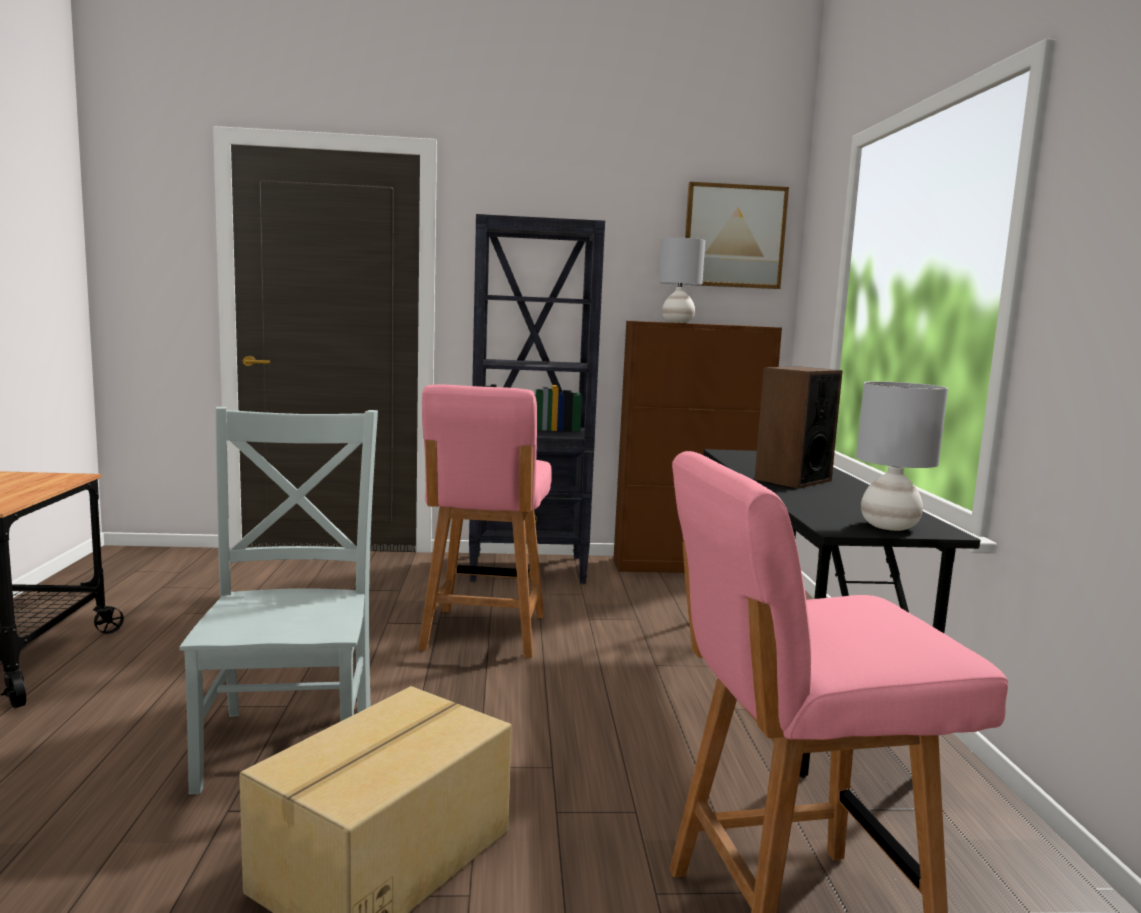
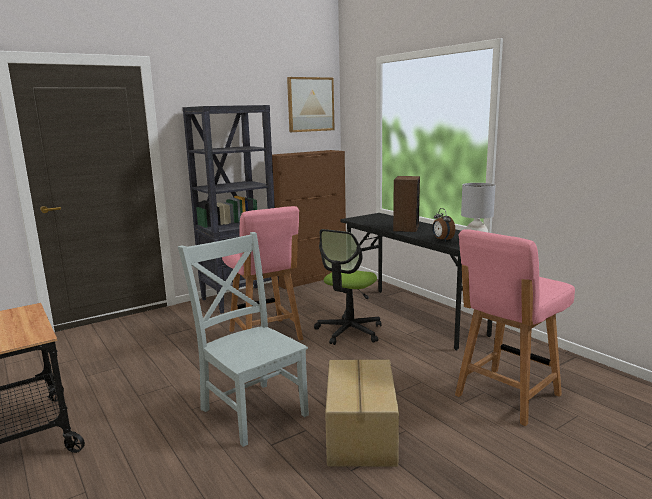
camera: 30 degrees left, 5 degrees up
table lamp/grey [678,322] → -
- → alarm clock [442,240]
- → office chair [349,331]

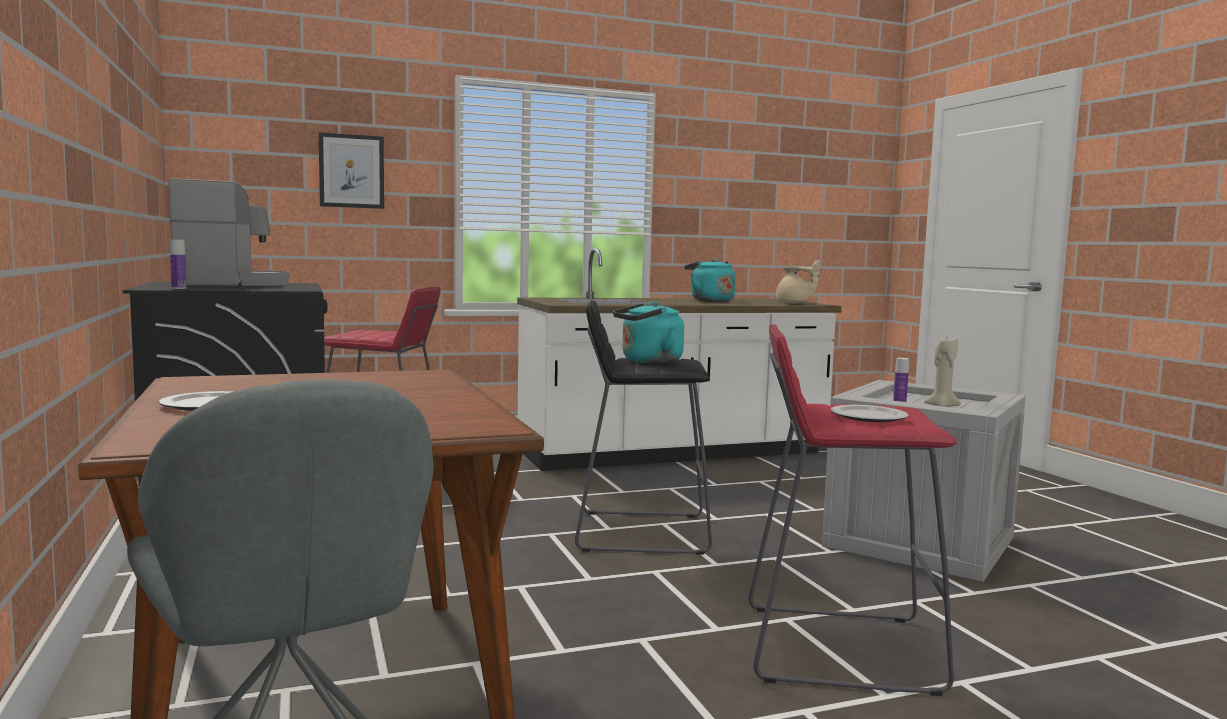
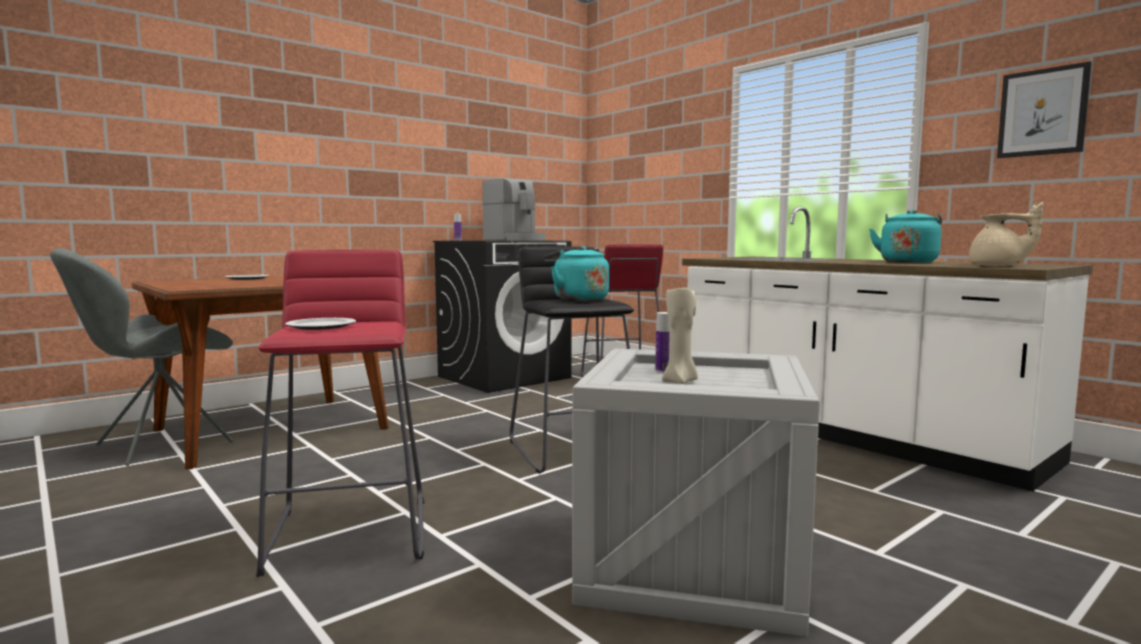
camera: 70 degrees right, 0 degrees up
picture [351,171] → picture [1042,112], shifted
teapot/beige [794,303] → teapot/beige [998,266], 60 degrees counterclockwise

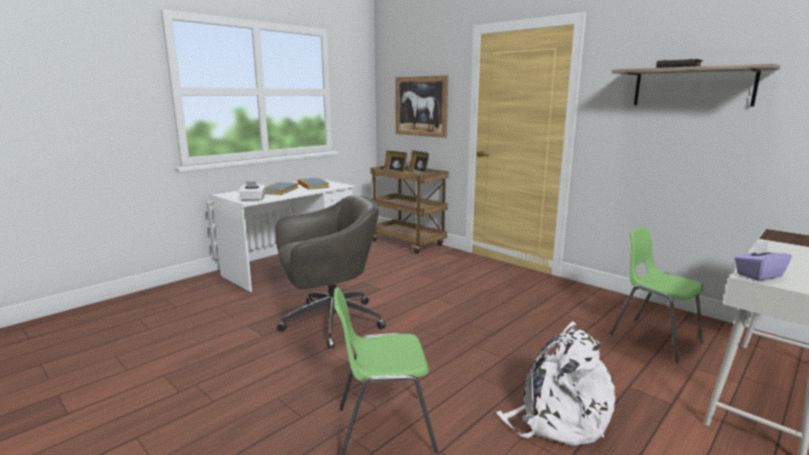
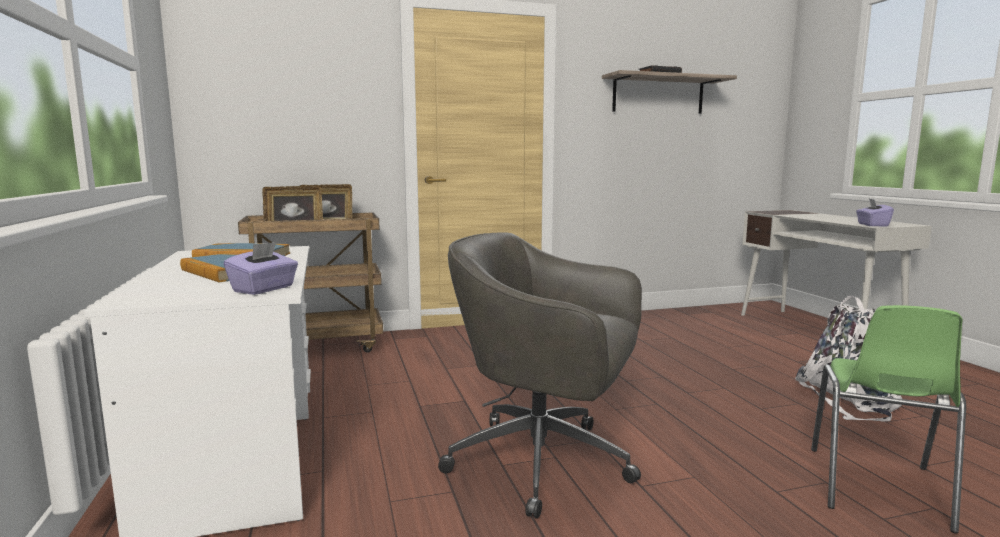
camera: 60 degrees left, 5 degrees down
picture [421,106] → -
tissue box/white [253,199] → tissue box/purple [264,289]
office chair/grey [329,322] → office chair/grey [545,462], 75 degrees counterclockwise
chair/green [654,338] → -

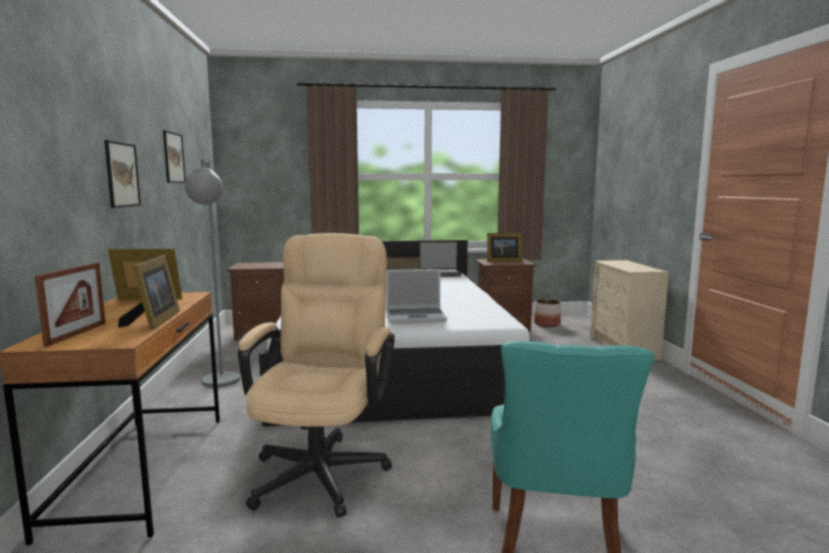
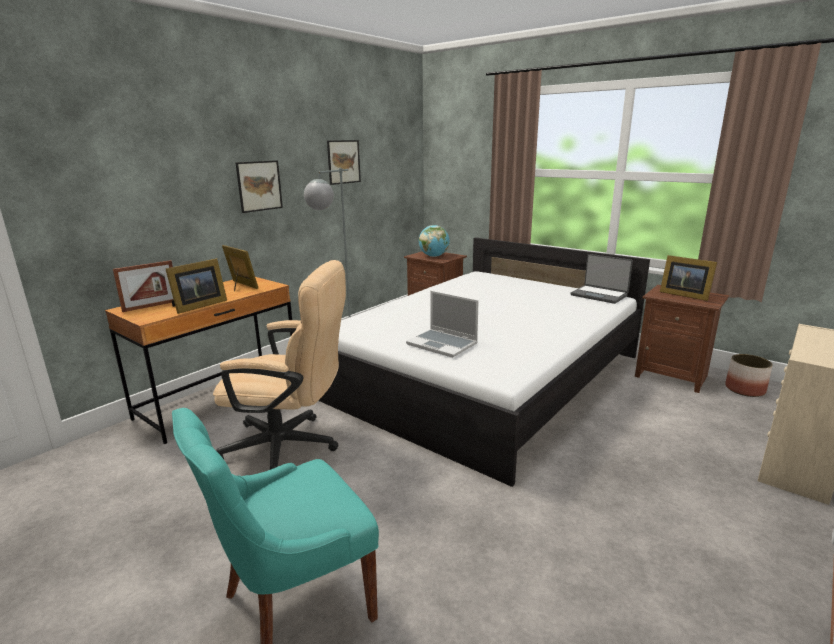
camera: 45 degrees right, 10 degrees up
office chair/beige [323,467] → office chair/beige [290,447], 45 degrees clockwise
- → globe [434,256]

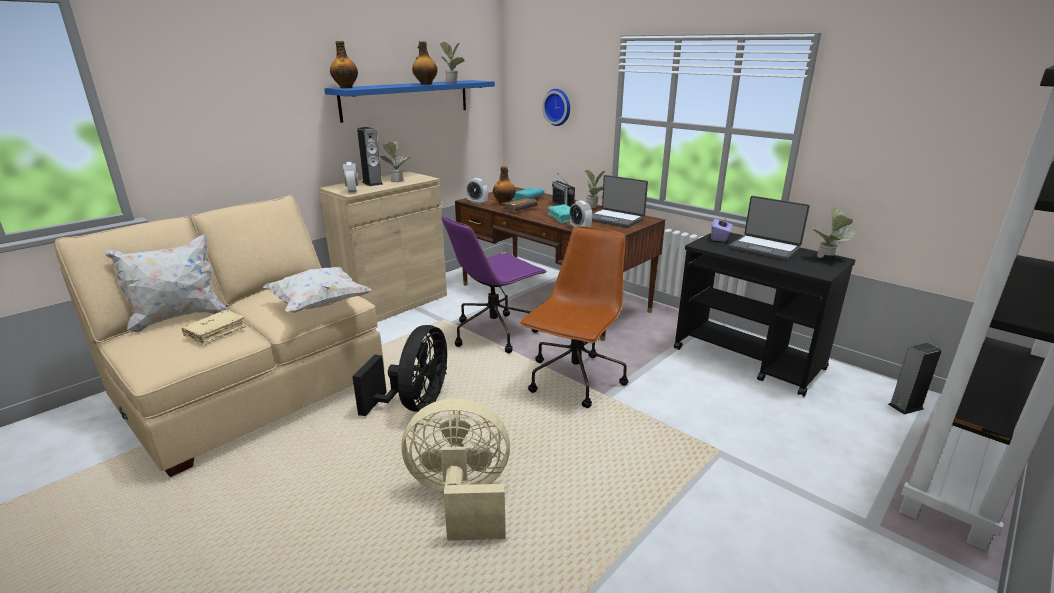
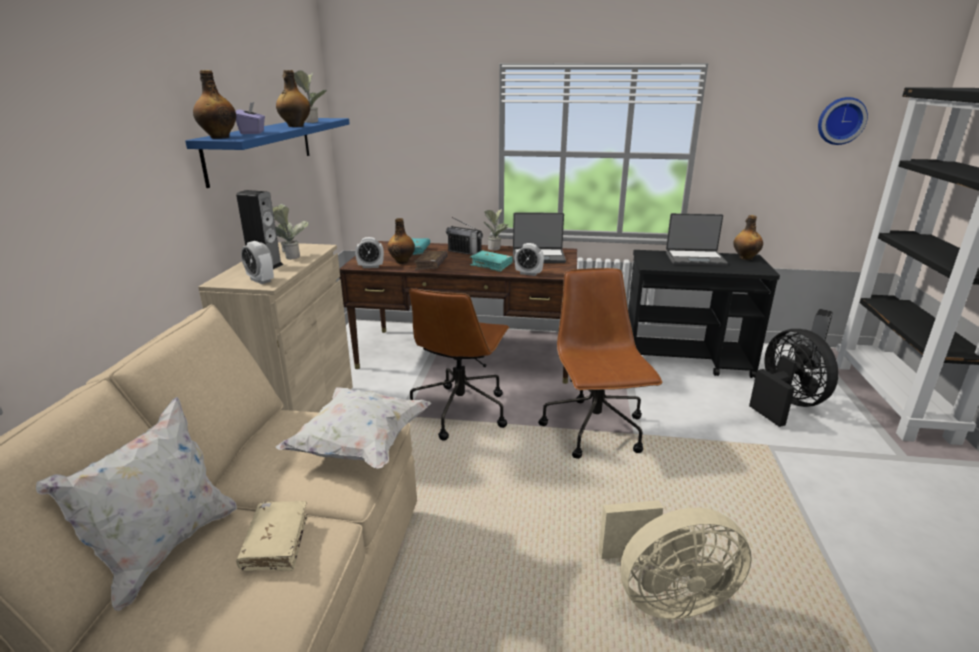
camera: 35 degrees left, 0 degrees up
wall clock [558,107] → wall clock [840,121], shifted
potted plant [827,259] → bottle [745,258]
office chair/purple [495,332] → office chair/brown [460,410]
tissue box/purple [720,238] → tissue box/purple [253,133], shifted
fan/black [415,404] → fan/black [785,404], shifted
fan/beige [461,499] → fan/beige [665,597], 150 degrees counterclockwise

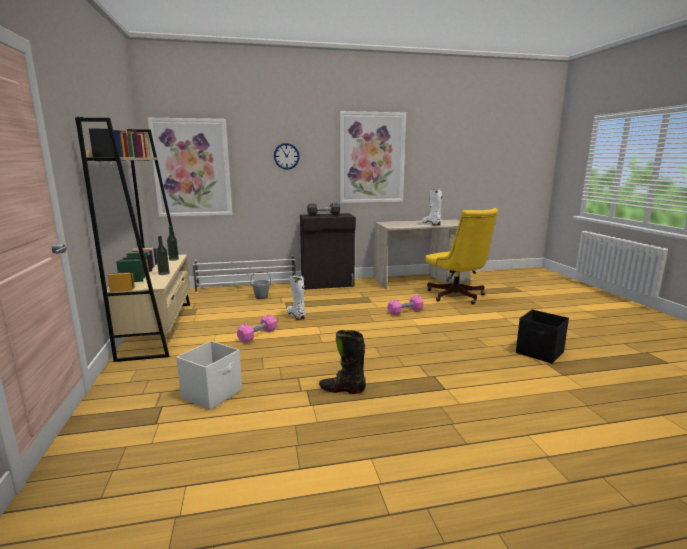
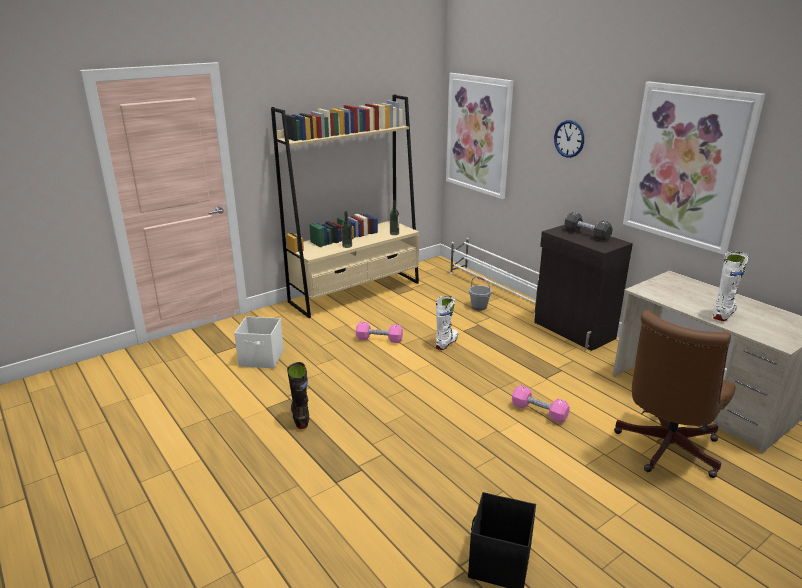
camera: 65 degrees right, 10 degrees up
office chair/yellow [457,297] → office chair/brown [664,450]

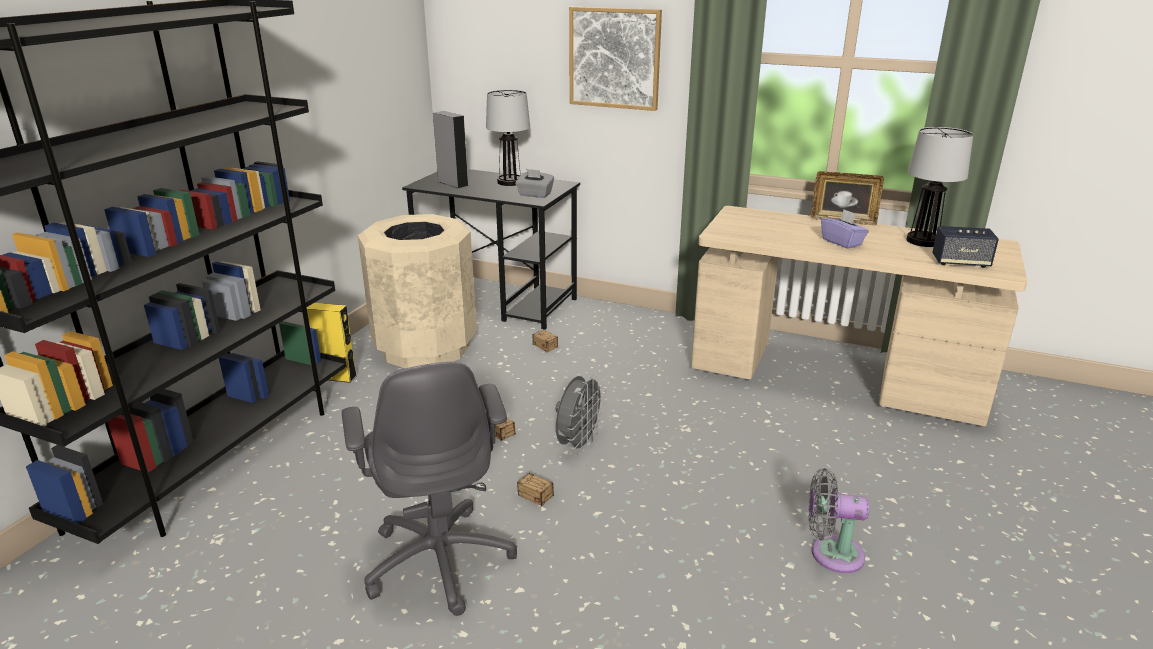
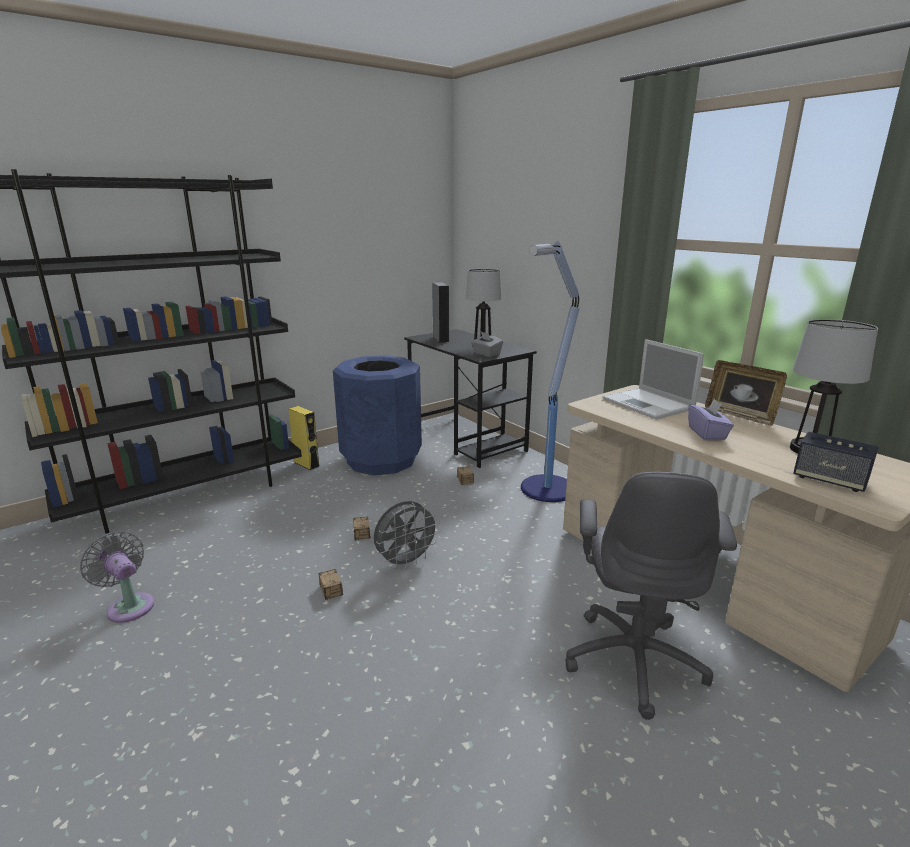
camera: 30 degrees right, 5 degrees down
picture [614,58] → -
trash can/beige [425,348] → trash can/blue [381,460]
office chair/grey [440,559] → office chair/grey [635,659], shifted
fan/grey [831,553] → fan/grey [129,605], shifted
- → floor lamp [547,489]
- → laptop [649,404]

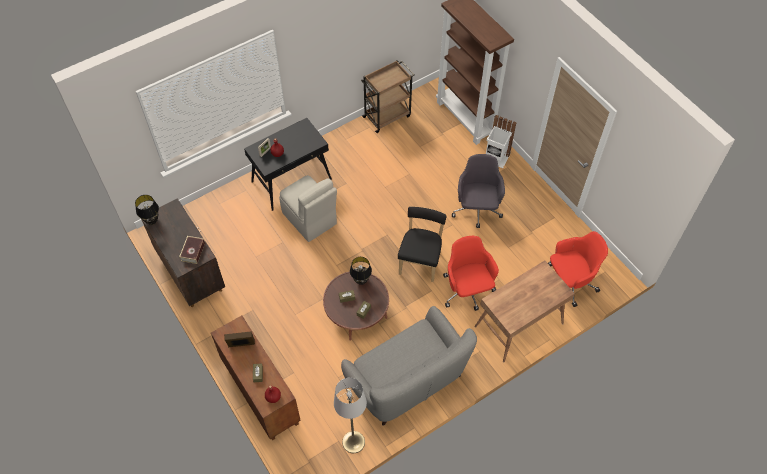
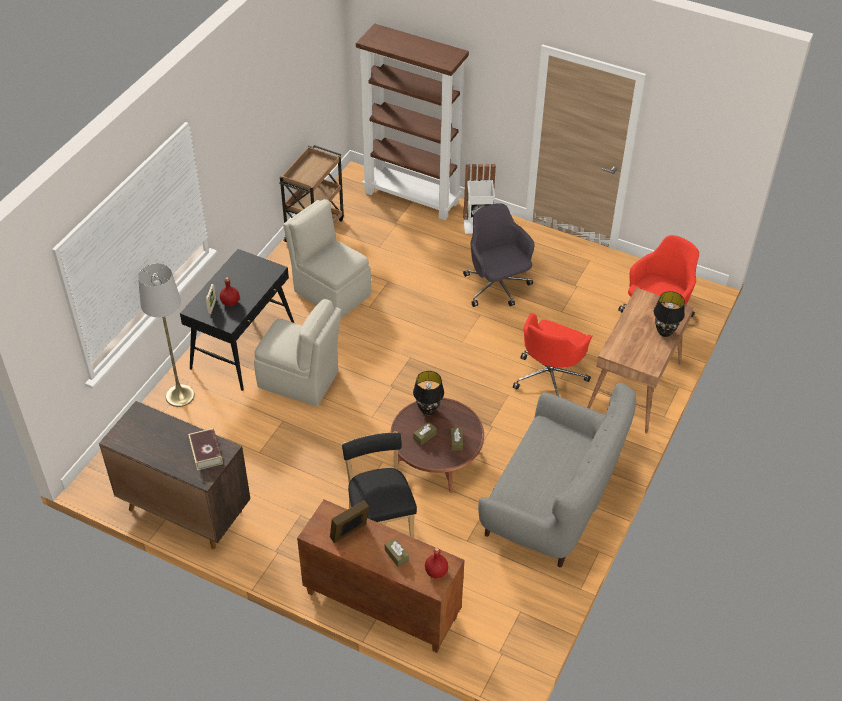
camera: 30 degrees left, 10 degrees down
table lamp/black [151,221] → table lamp/black [664,332], shifted
chair/black [420,261] → chair/black [380,521], shifted
office chair/red [467,291] → office chair/red [550,377], 105 degrees counterclockwise
floor lamp/grey [353,442] → floor lamp/grey [180,396], shifted
- → chair/beige [331,292]

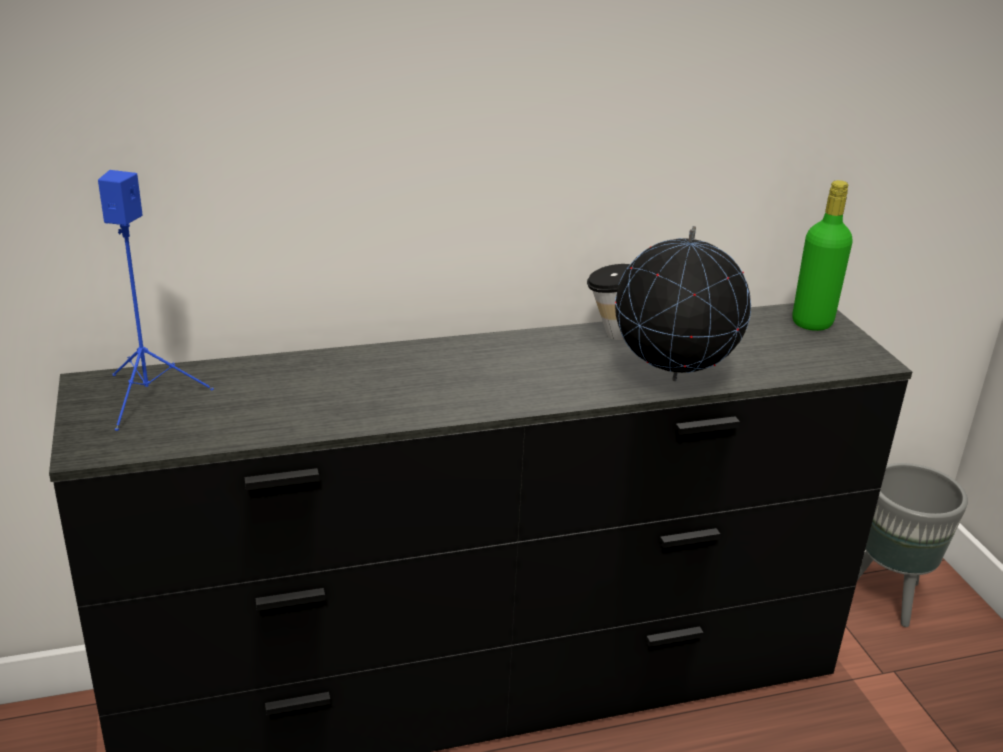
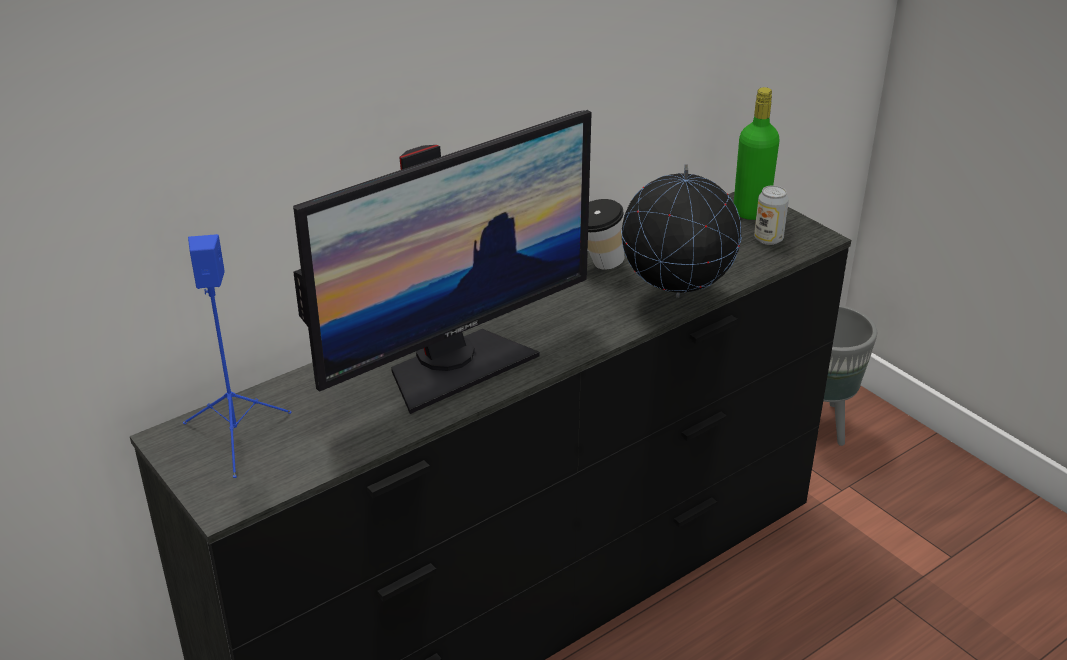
camera: 20 degrees left, 5 degrees up
- → monitor [453,365]
- → can [768,239]

